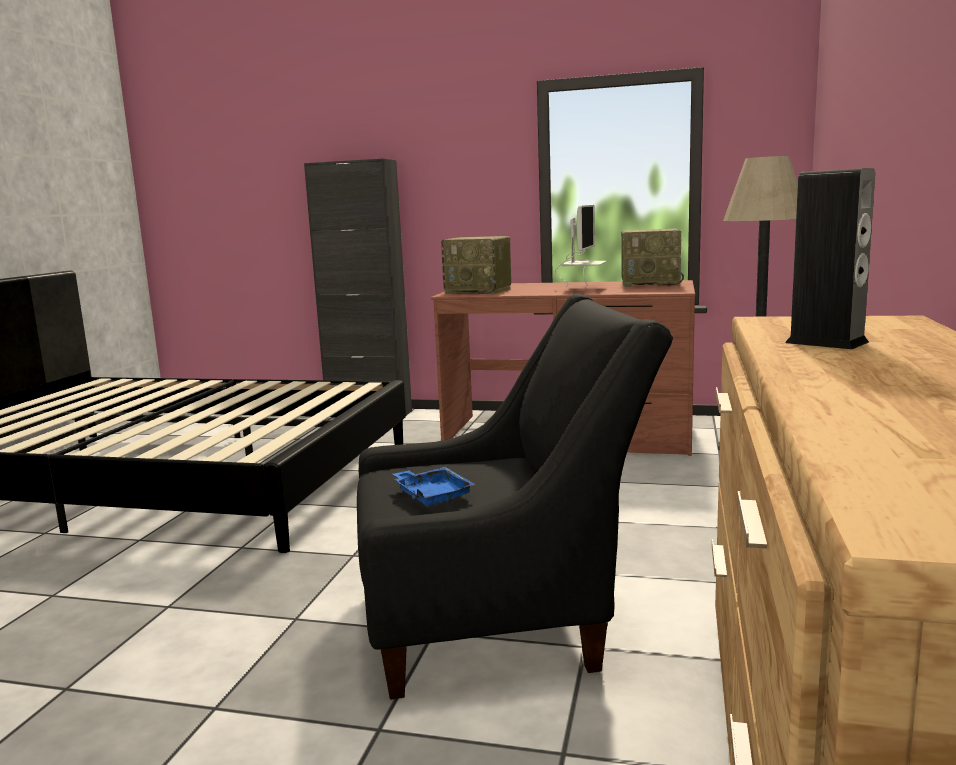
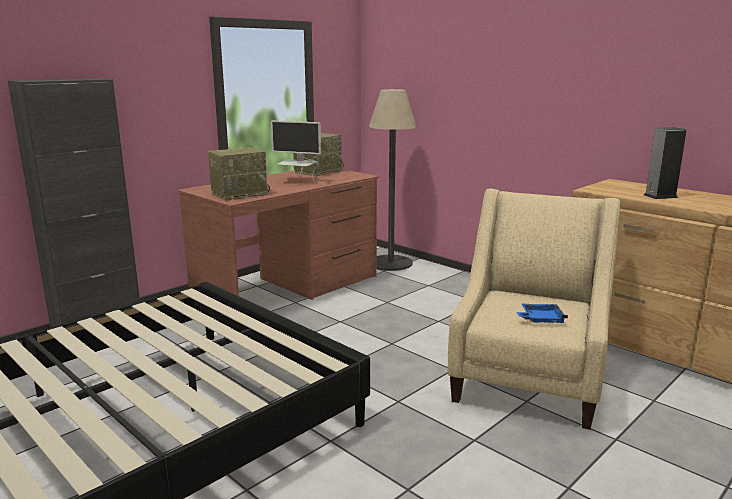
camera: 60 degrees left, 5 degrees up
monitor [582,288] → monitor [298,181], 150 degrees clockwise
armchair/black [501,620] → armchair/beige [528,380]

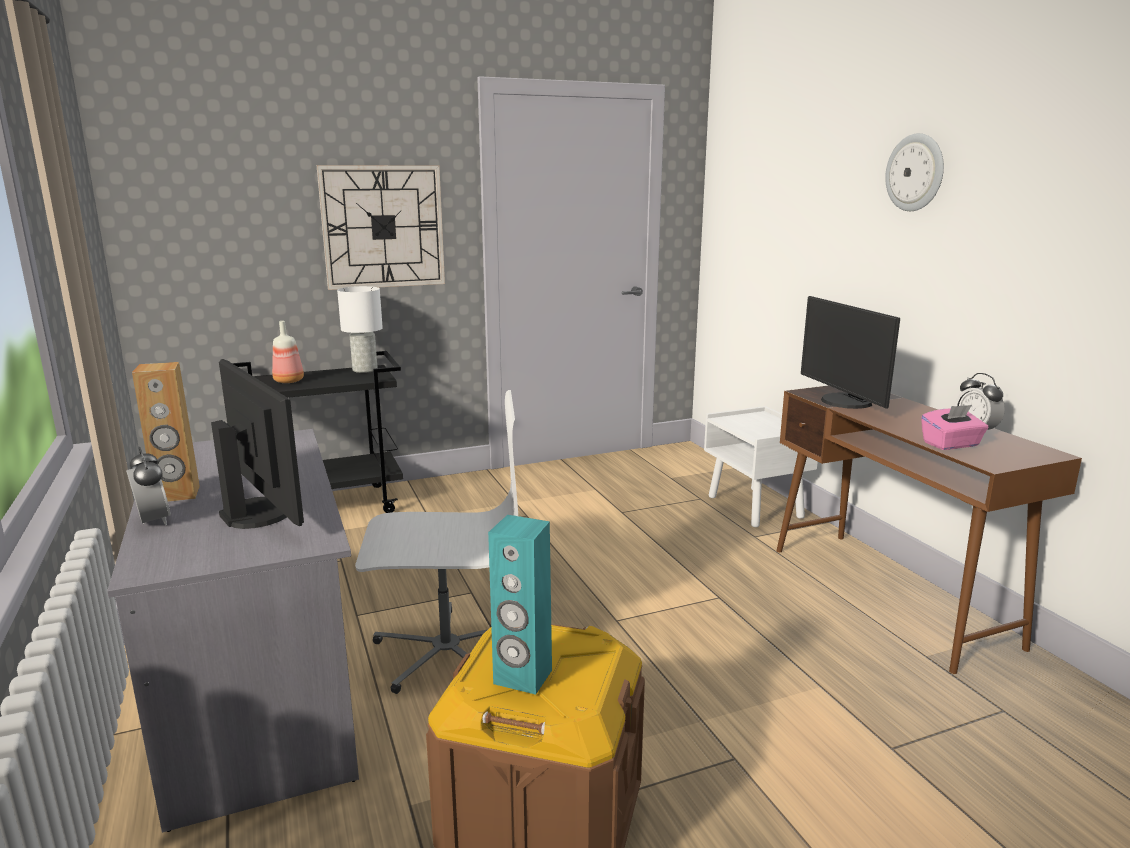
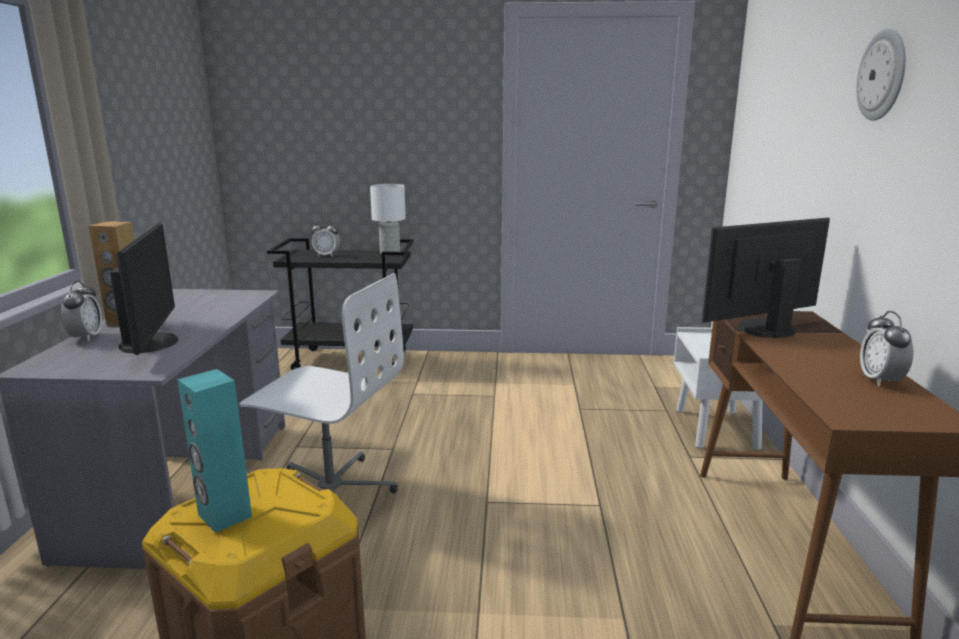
camera: 25 degrees right, 0 degrees up
wall clock [383,227] → -
monitor [844,402] → monitor [763,328], 60 degrees clockwise
bottle [289,381] → alarm clock [326,255]
tissue box/pink [951,444] → -

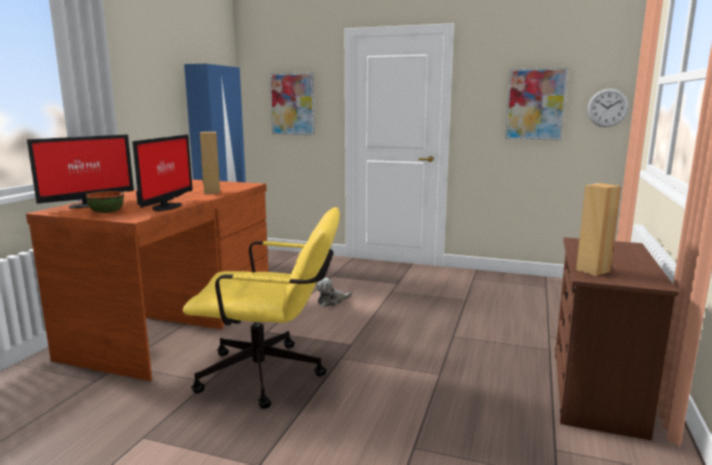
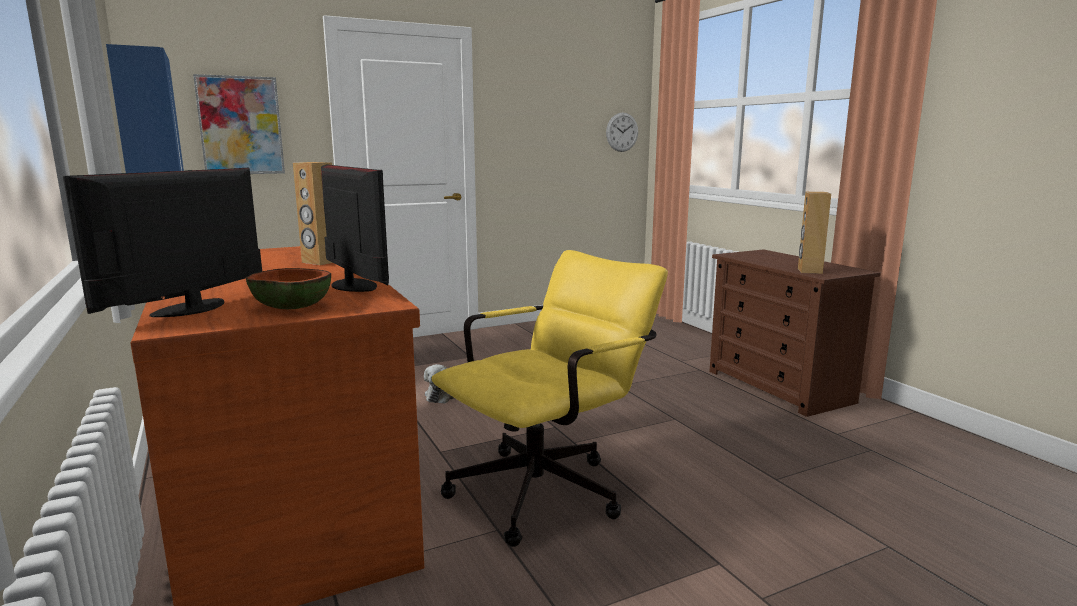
camera: 45 degrees left, 0 degrees up
picture [535,104] → -
monitor [86,205] → monitor [194,308], 150 degrees counterclockwise

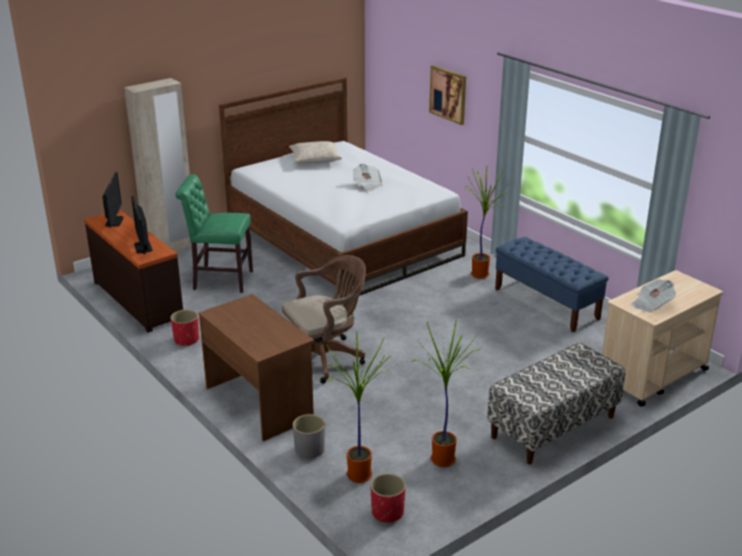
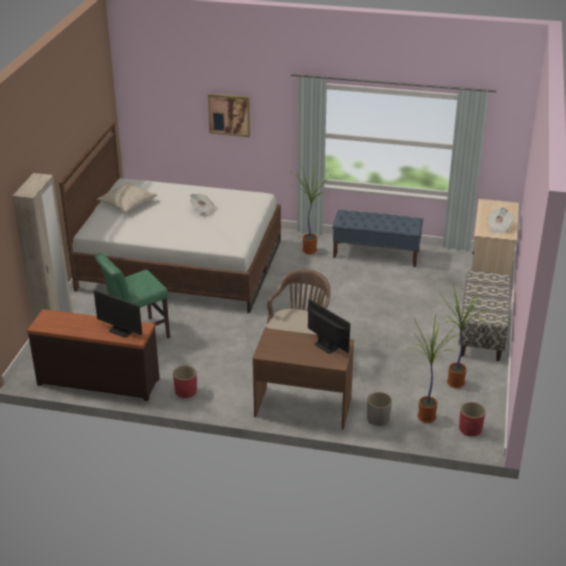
camera: 40 degrees left, 5 degrees up
monitor [114,221] → monitor [326,346], shifted

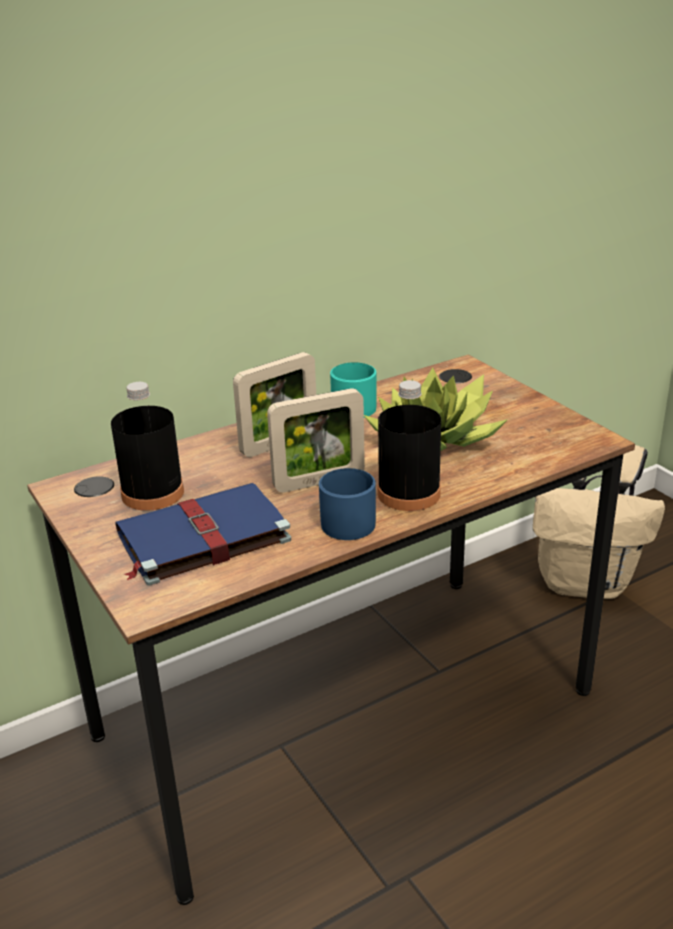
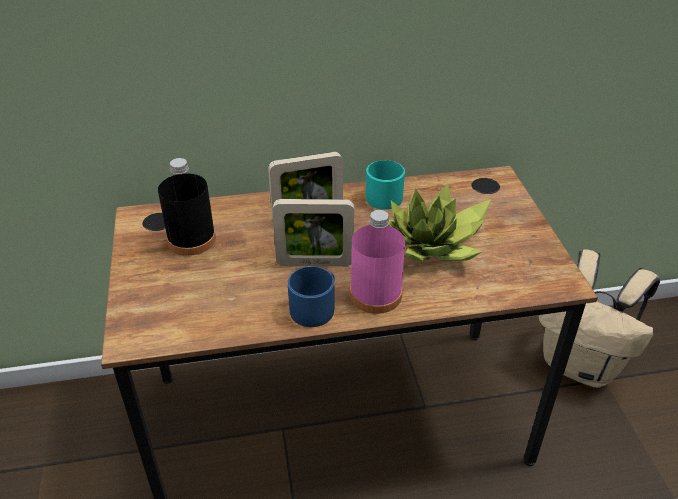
camera: 20 degrees right, 10 degrees up
bottle/black [408,493] → bottle/pink [375,295]
book/blue [200,538] → -

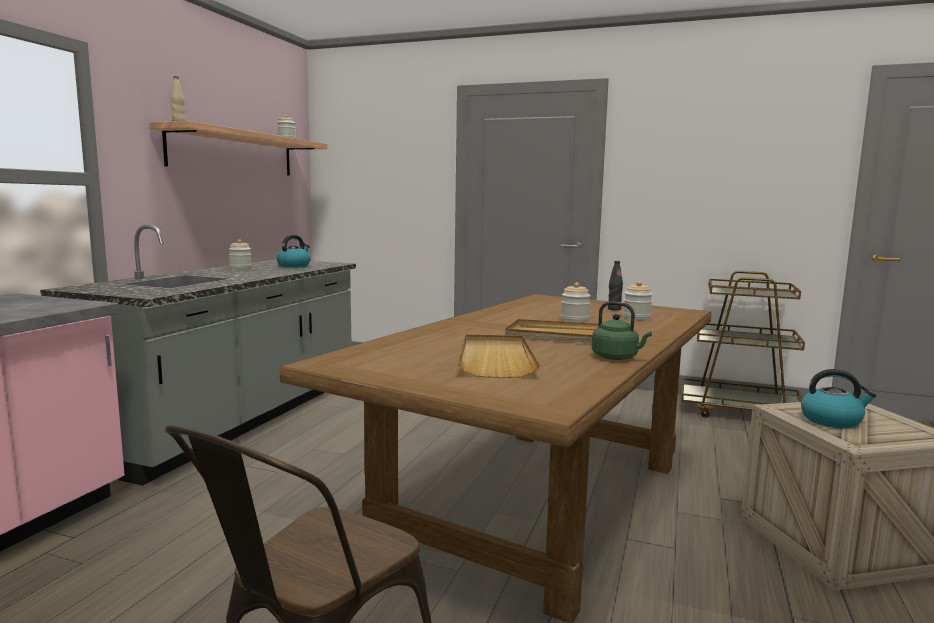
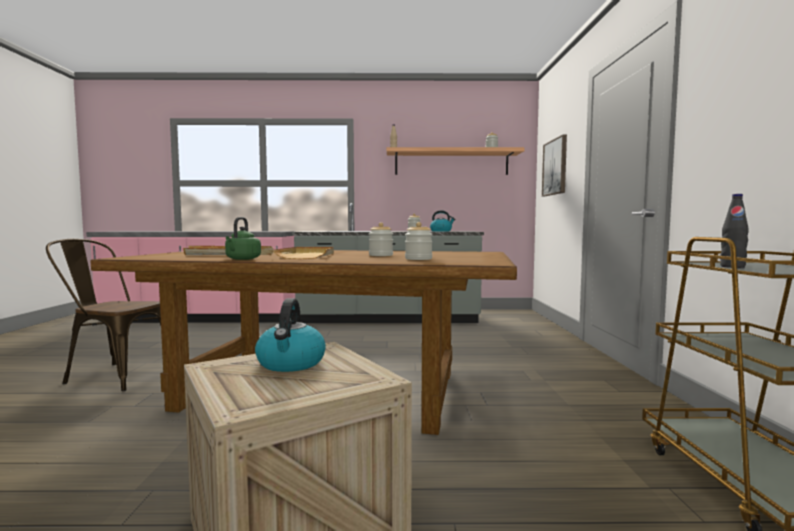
camera: 70 degrees right, 5 degrees down
bottle/black [614,309] → bottle/black [732,267], shifted
- → picture [555,167]

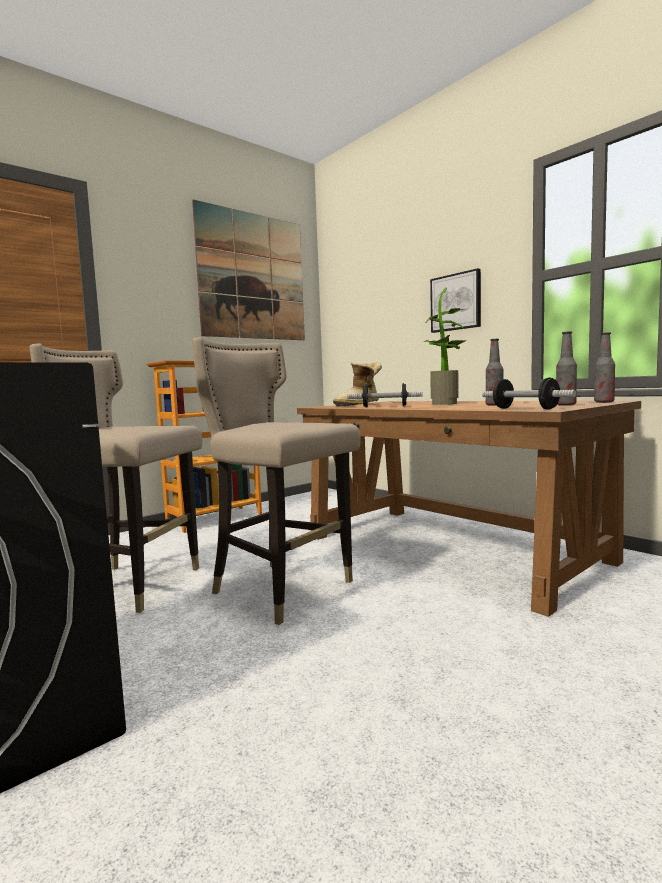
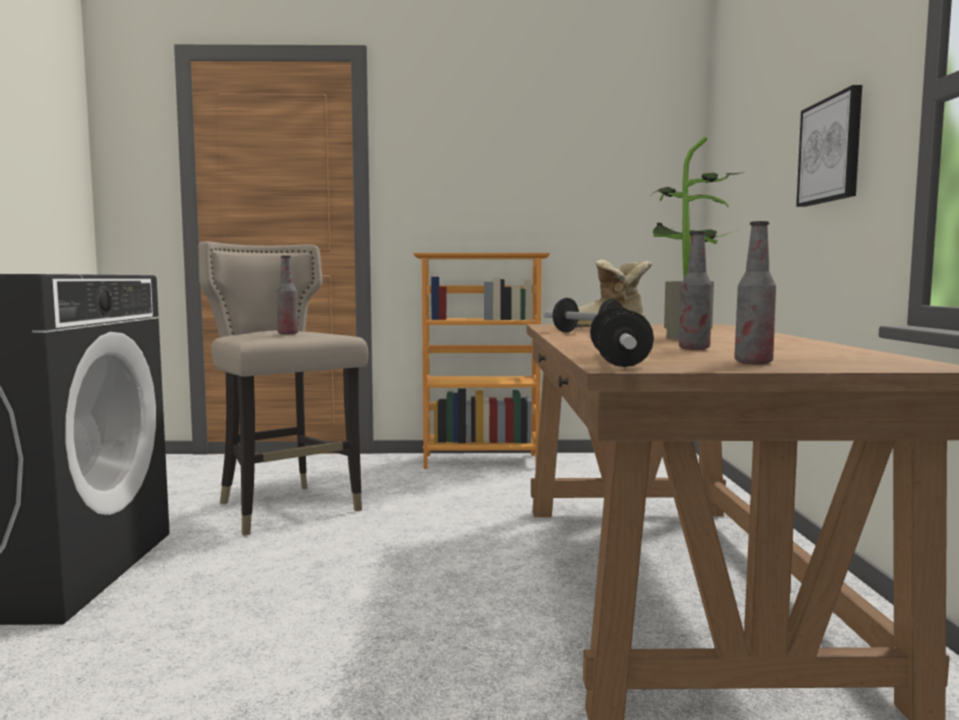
camera: 40 degrees right, 0 degrees up
picture [252,277] → -
bottle [604,402] → bottle [288,334], shifted
stool/beige [283,590] → -

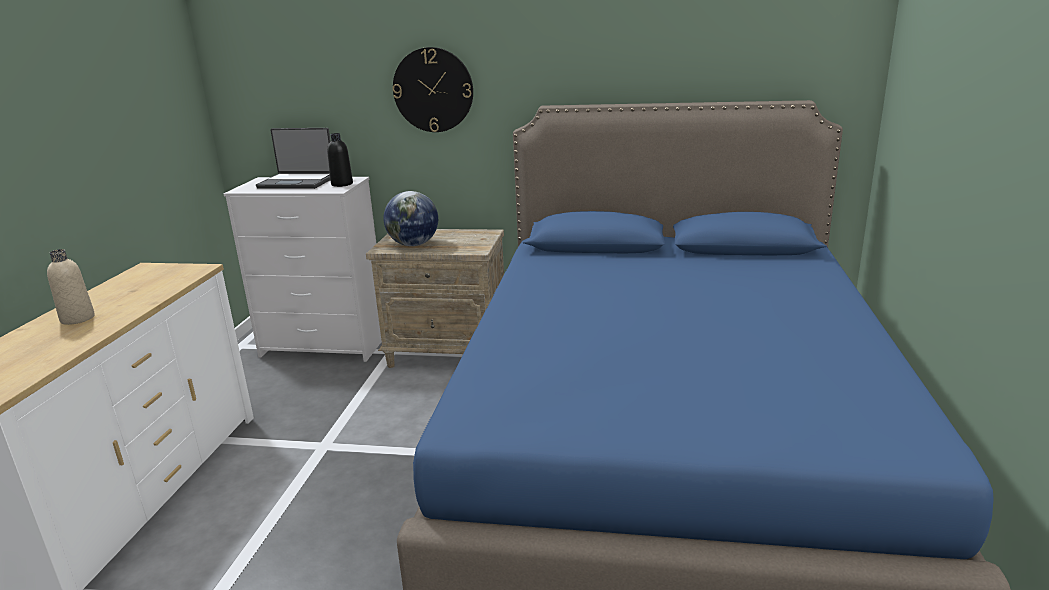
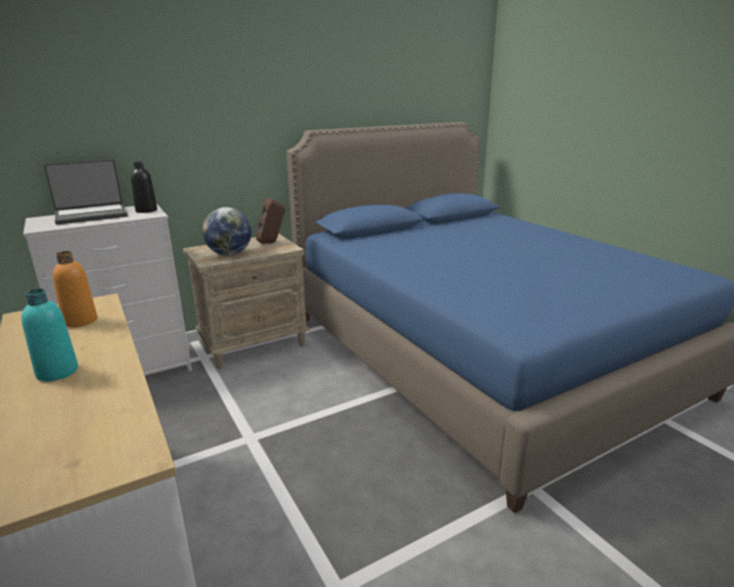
camera: 40 degrees left, 0 degrees up
wall clock [433,90] → -
bottle/beige [77,318] → bottle/turquoise [57,372]
- → speaker/brown [272,242]
- → bottle/orange [80,321]

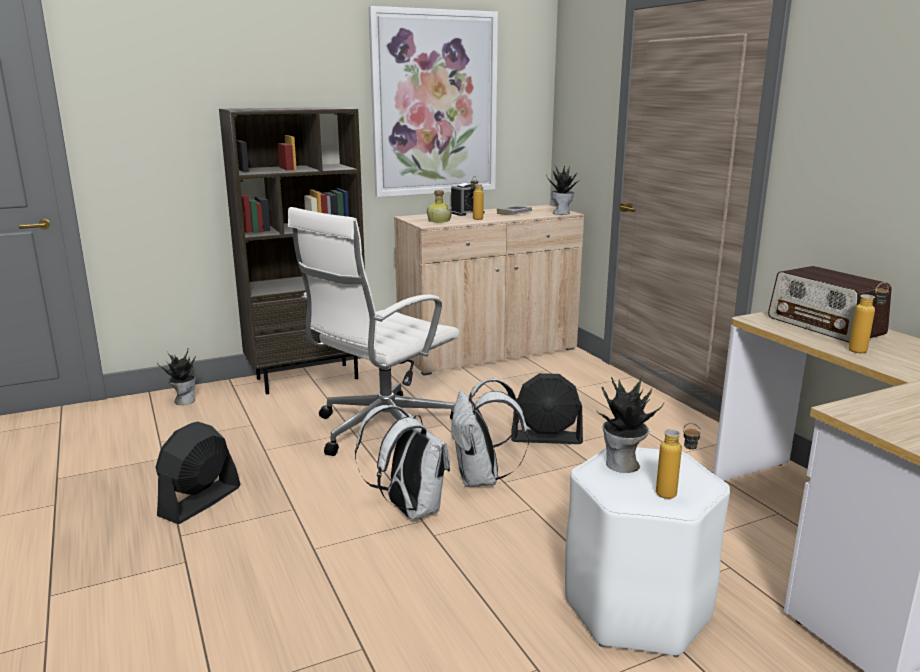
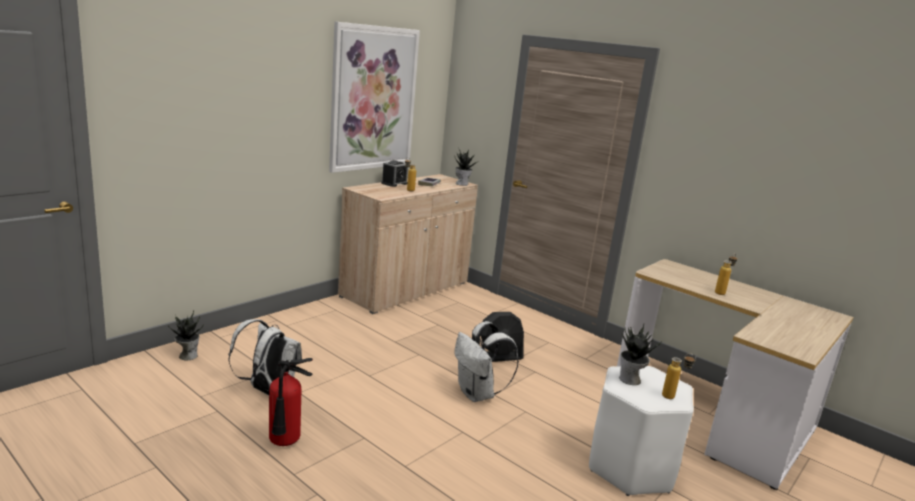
camera: 25 degrees left, 0 degrees up
bookcase/brown [308,378] → -
bottle [438,221] → -
office chair/white [382,431] → -
radio [825,326] → -
backpack/white [409,509] → backpack/white [268,391], shifted
fan/black [200,501] → fire extinguisher [284,444]

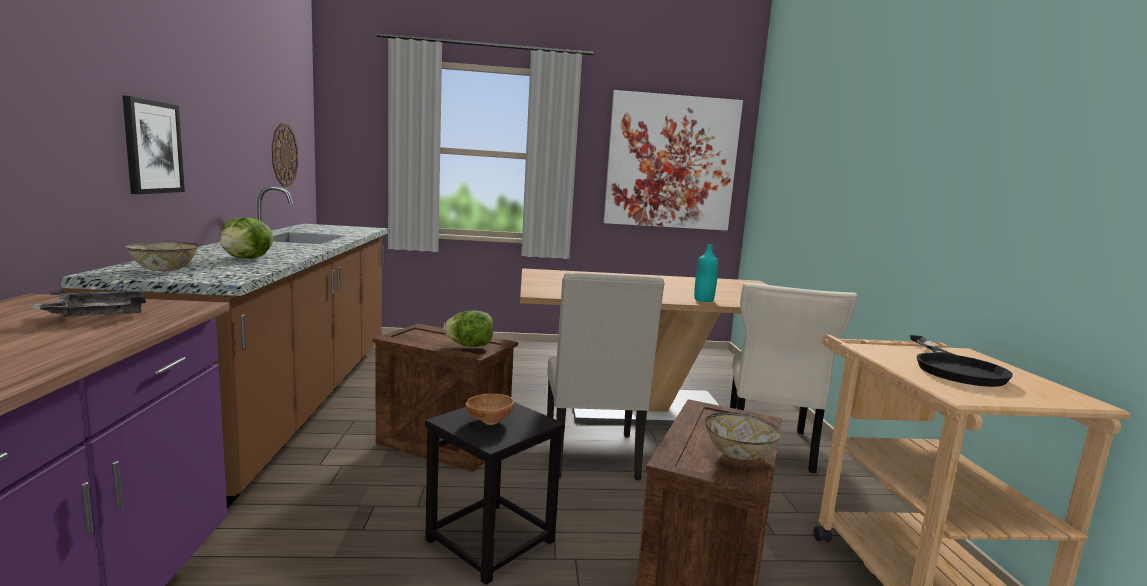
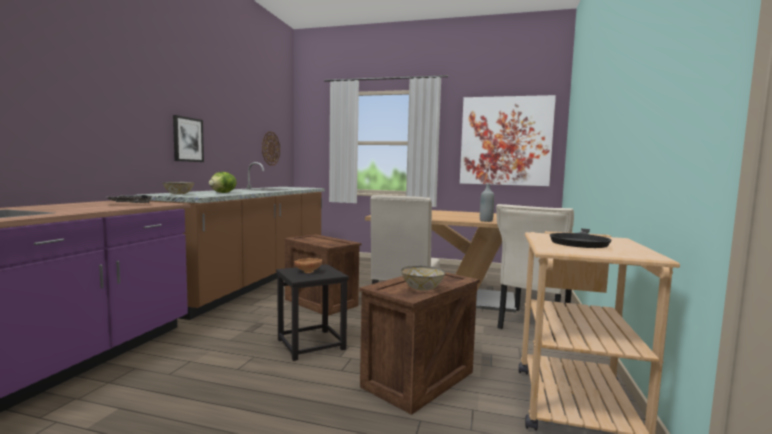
camera: 20 degrees right, 5 degrees down
bottle/turquoise [703,300] → bottle/grey [486,221]
lettuce [470,346] → -

